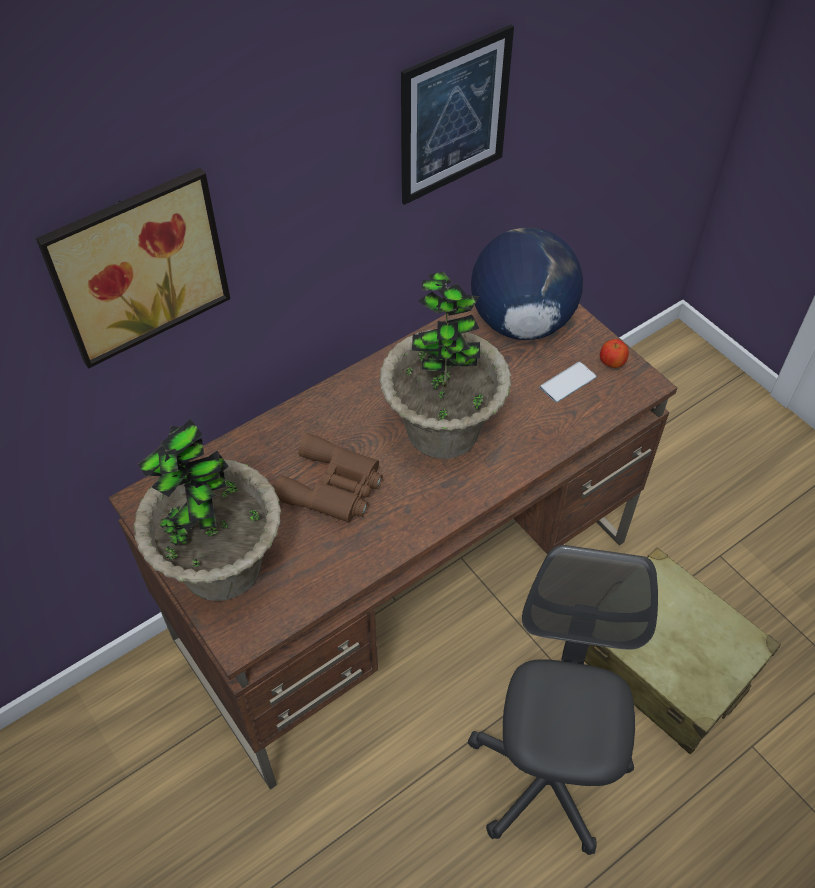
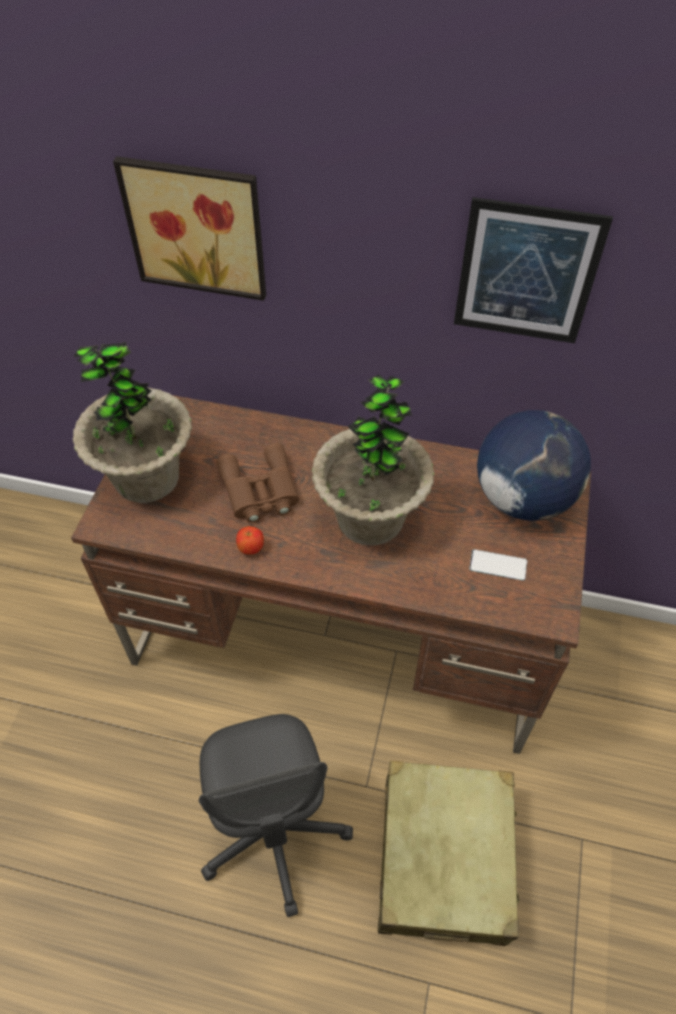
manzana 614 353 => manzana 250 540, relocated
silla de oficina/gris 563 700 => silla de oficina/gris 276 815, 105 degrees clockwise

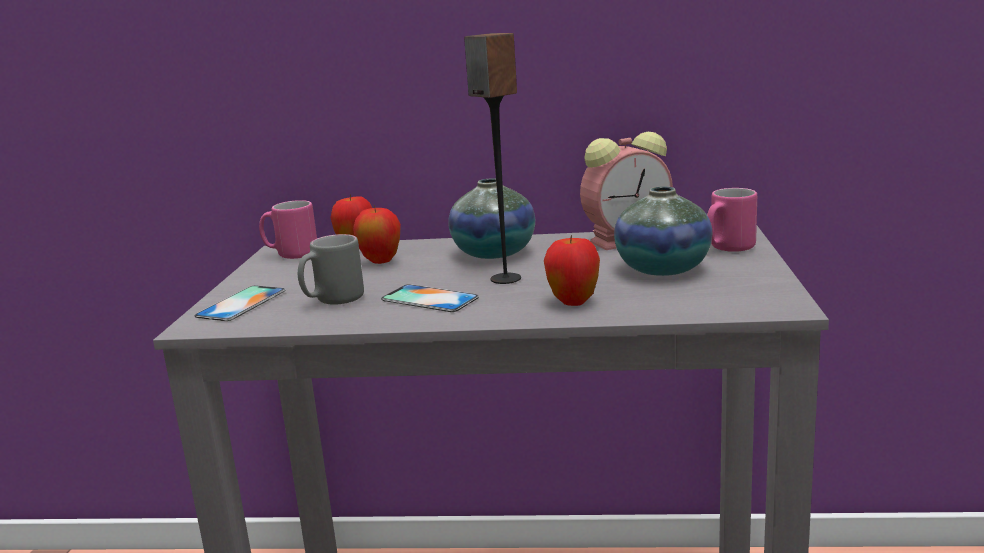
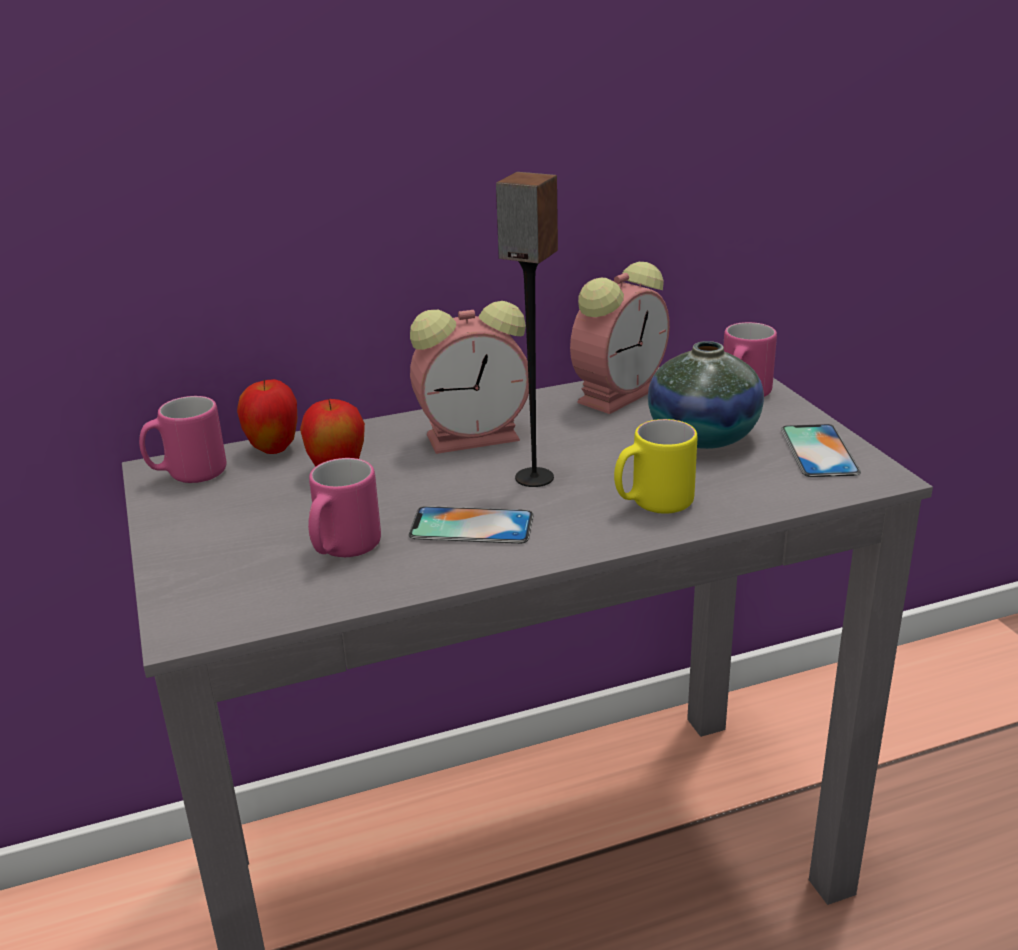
florero 491 218 => despertador 469 377
taza grande/gris 331 269 => taza grande/rosa 344 507
manzana 572 270 => taza grande/amarillo 655 466
móvil 239 303 => móvil 821 450, relocated

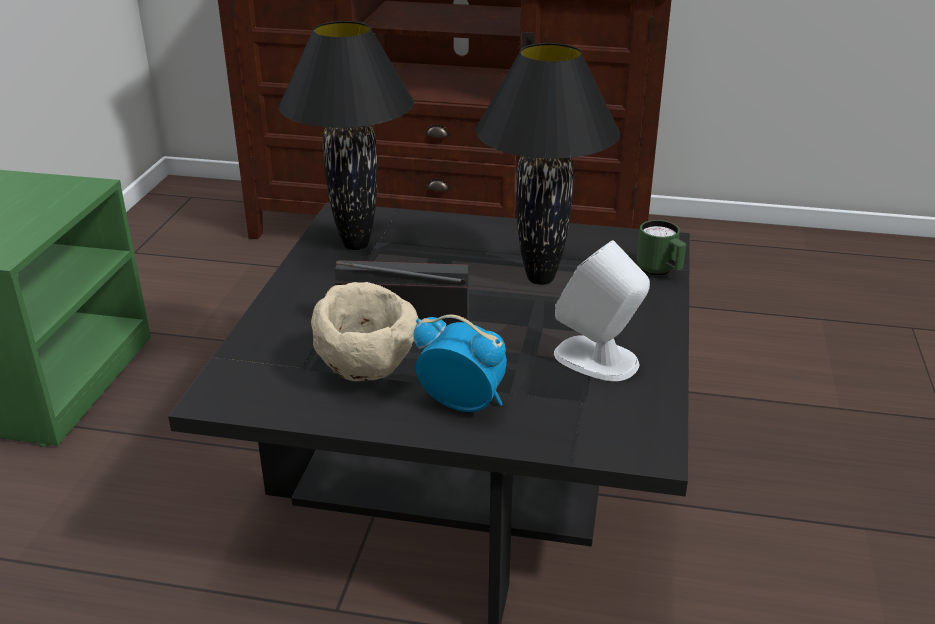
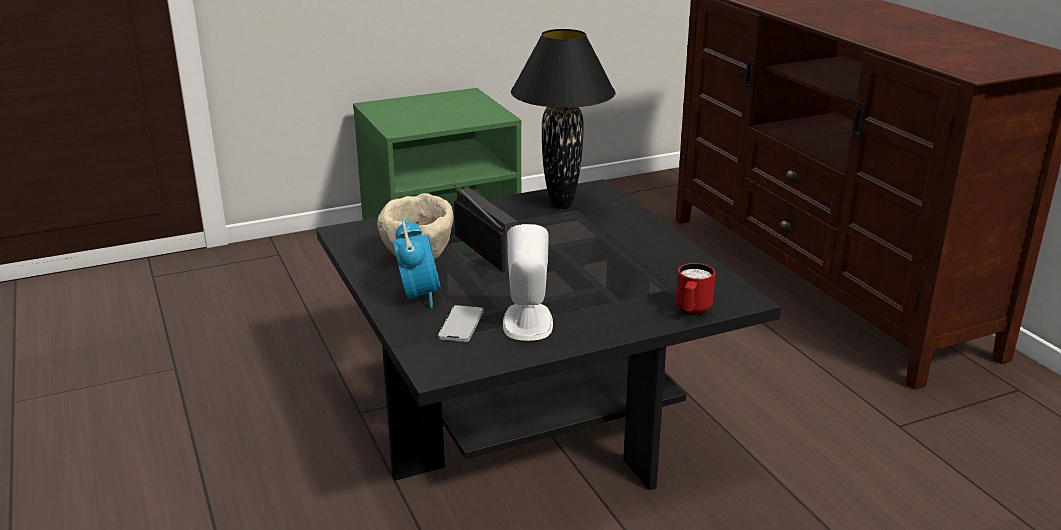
lámpara de mesa/negro 547 164 => nothing
taza grande/verde 661 248 => taza grande/rojo 696 289
nothing => móvil 461 323

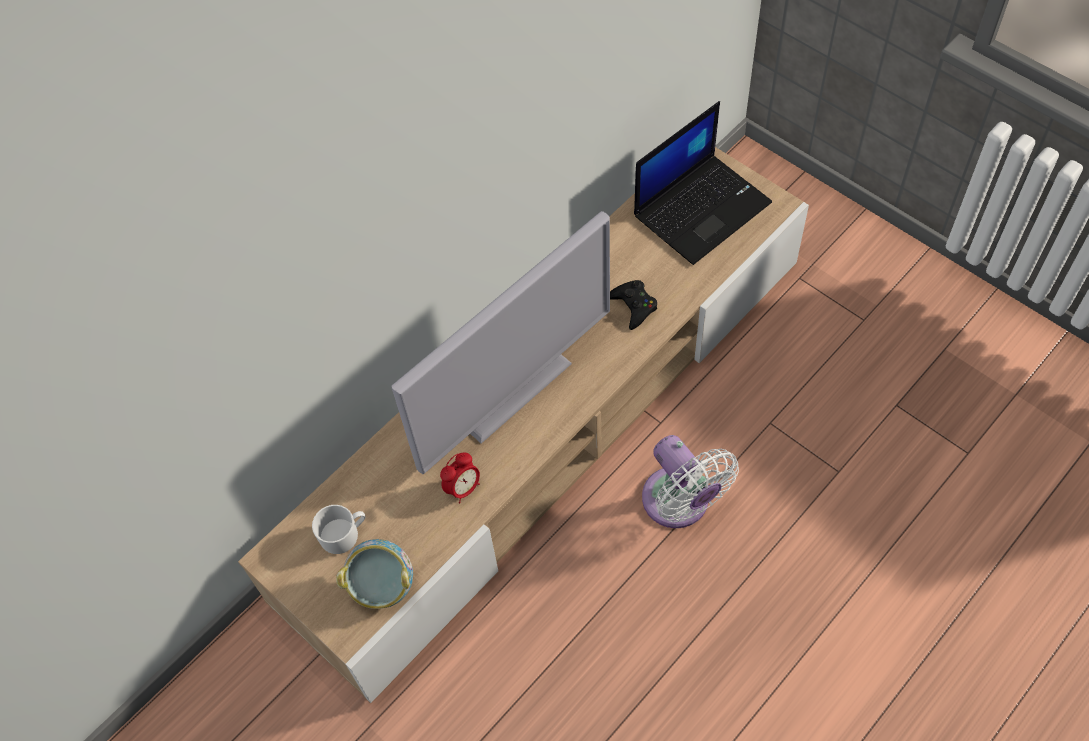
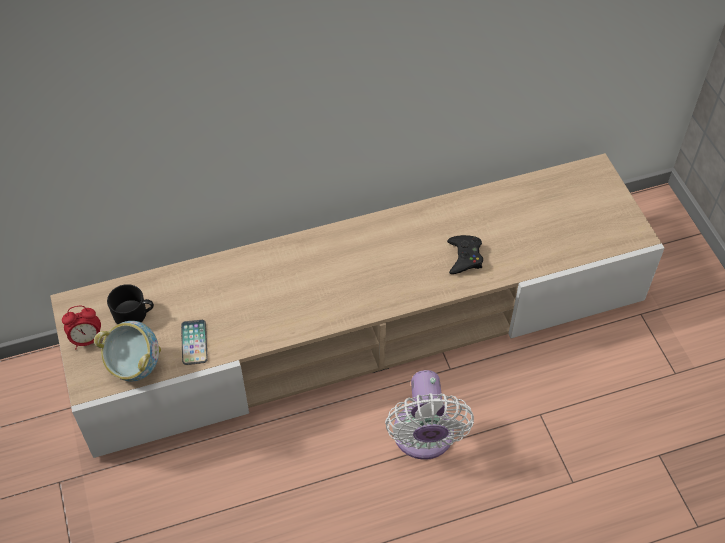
portátil 703 183 => nothing
televisor 500 342 => nothing
despertador 460 477 => despertador 81 328, relocated
taza grande/blanco 338 529 => taza grande/negro 130 304
nothing => móvil 194 342

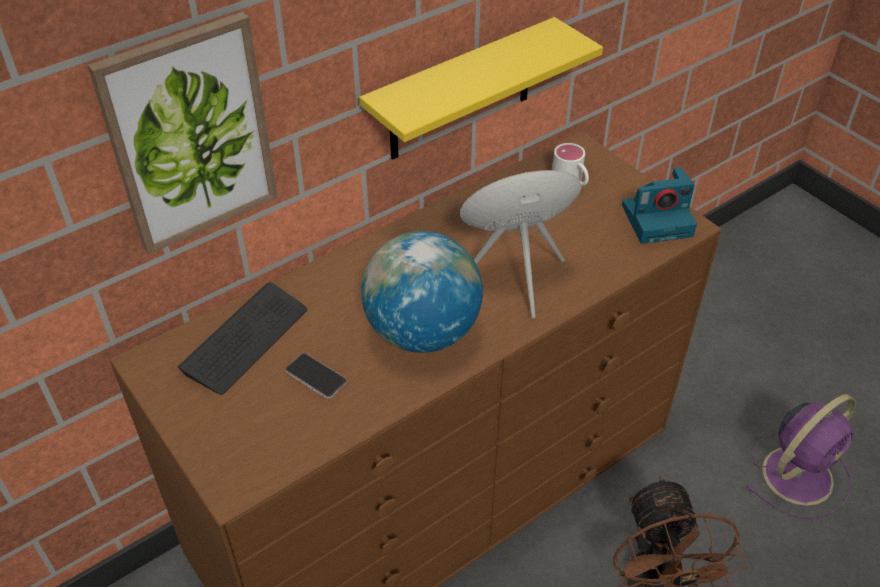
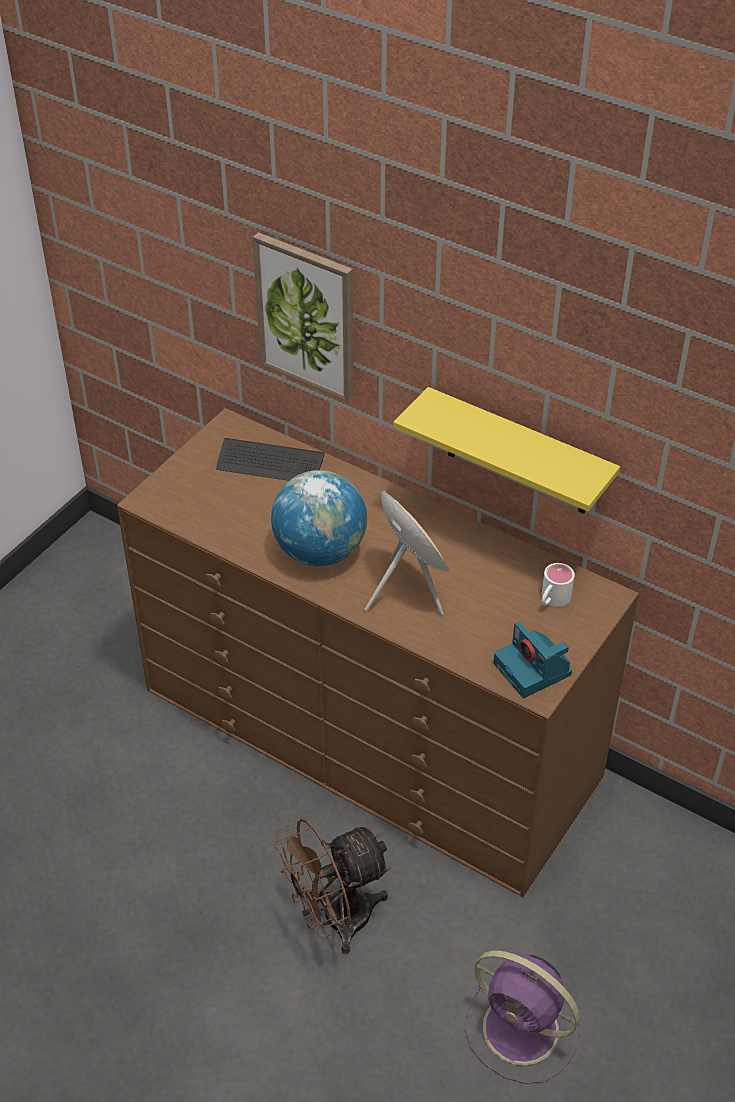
móvil 316 376 => nothing

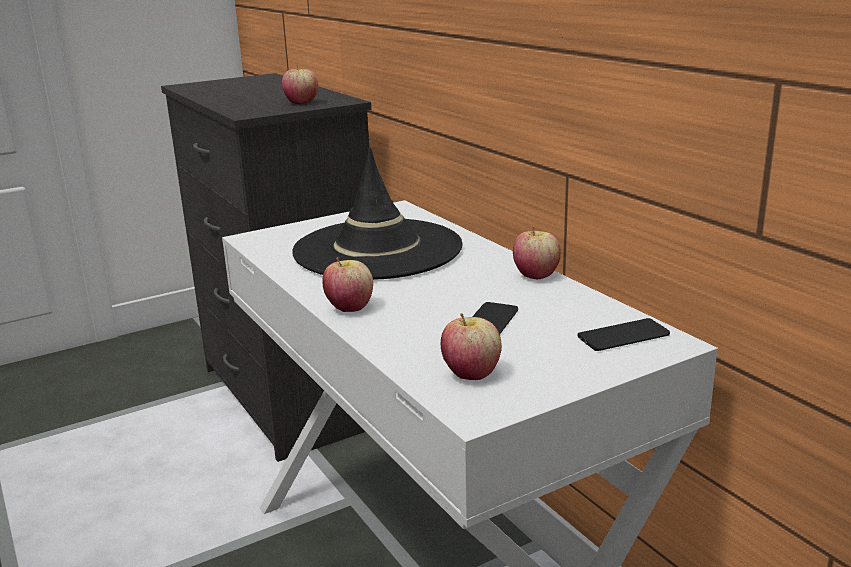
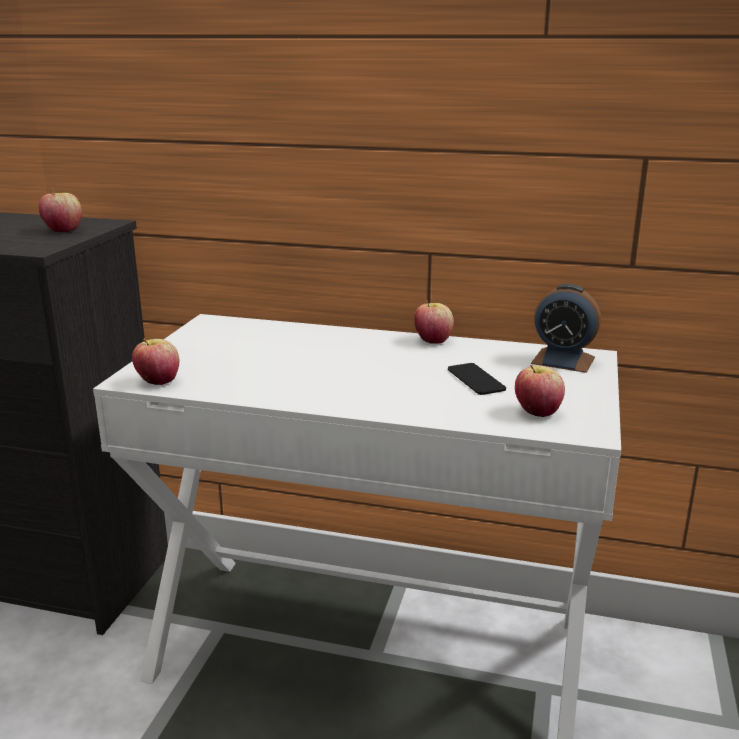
sombrero/negro 377 213 => nothing
manzana 347 284 => manzana 155 362, relocated
móvil 623 334 => despertador 566 328

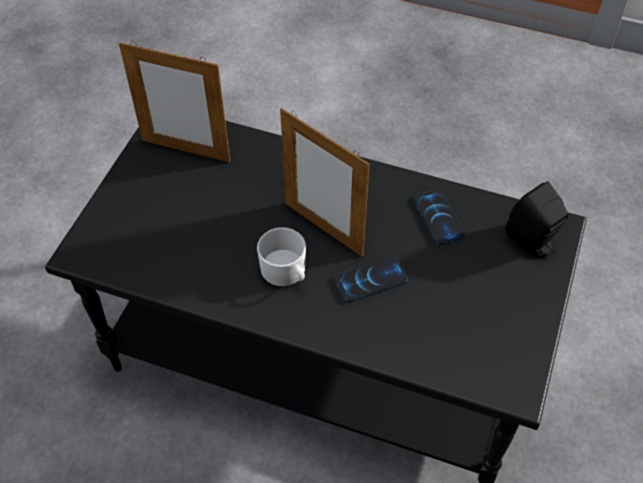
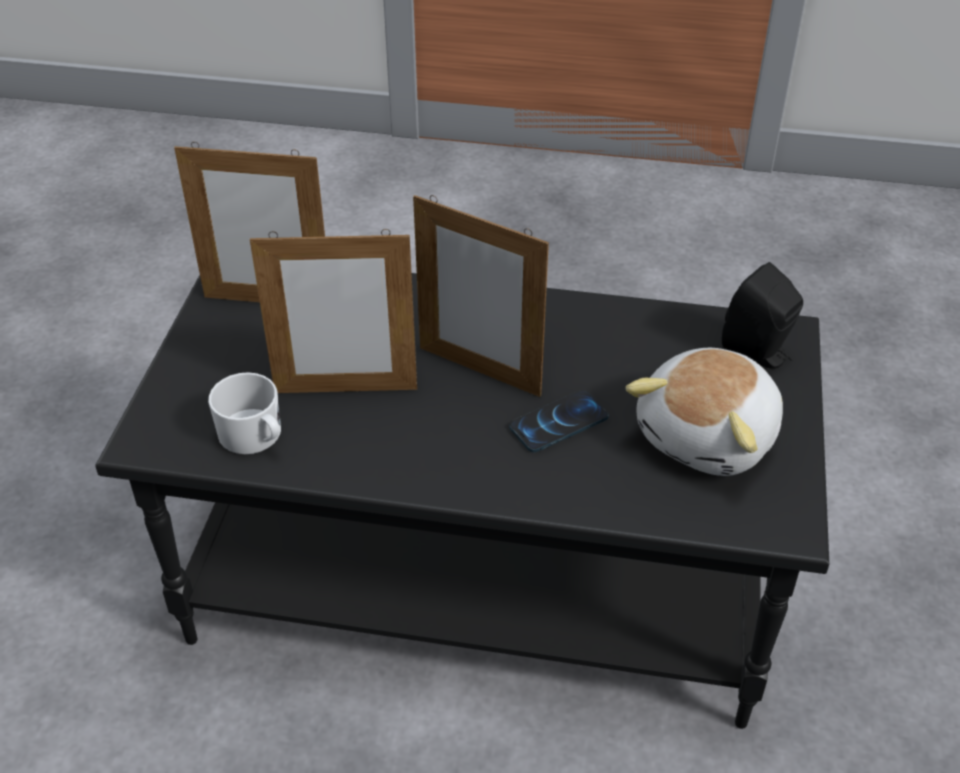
móvil 440 217 => nothing
taza grande/blanco 281 256 => taza grande/blanco 244 413, relocated
nothing => portarretratos 333 311
nothing => peluche 704 412

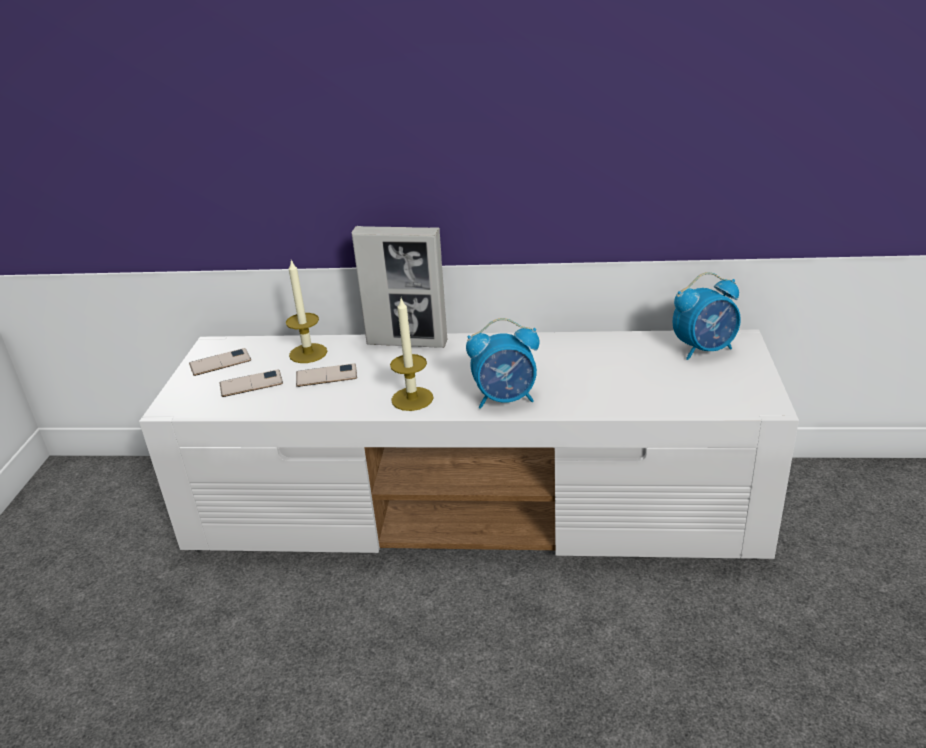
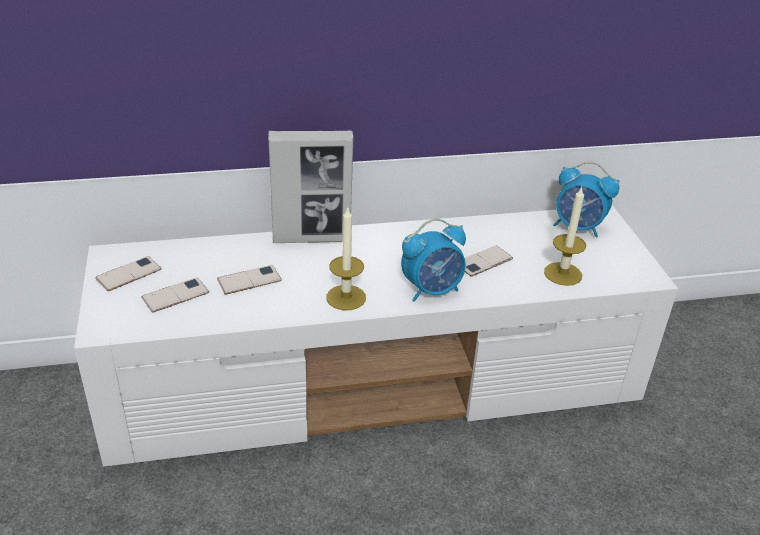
vela 306 311 => vela 565 236, relocated
despertador 706 316 => despertador 586 200, 60 degrees clockwise
nothing => móvil 489 261

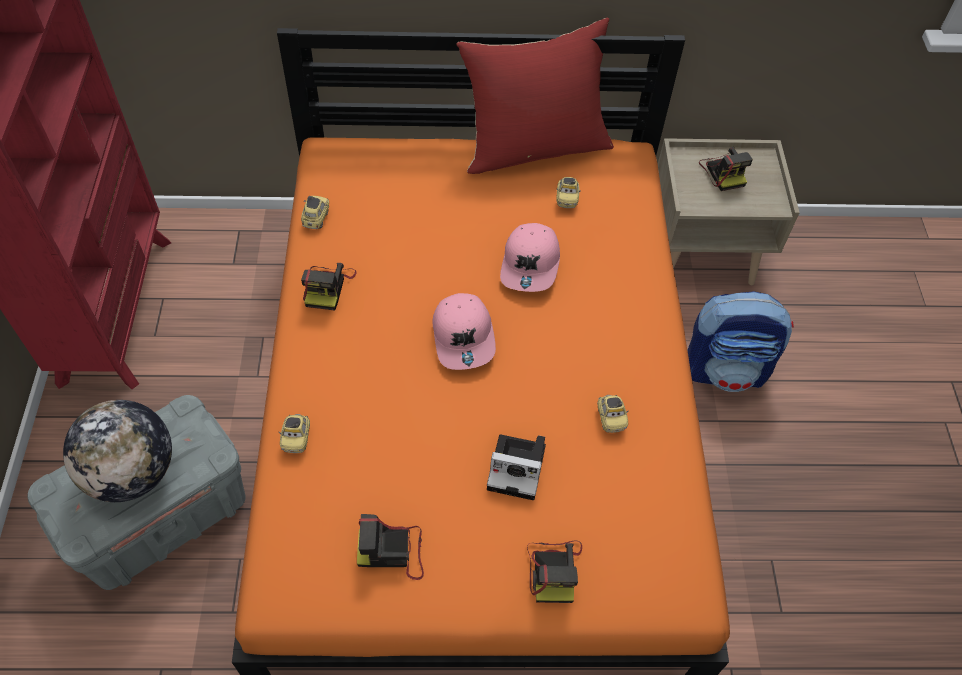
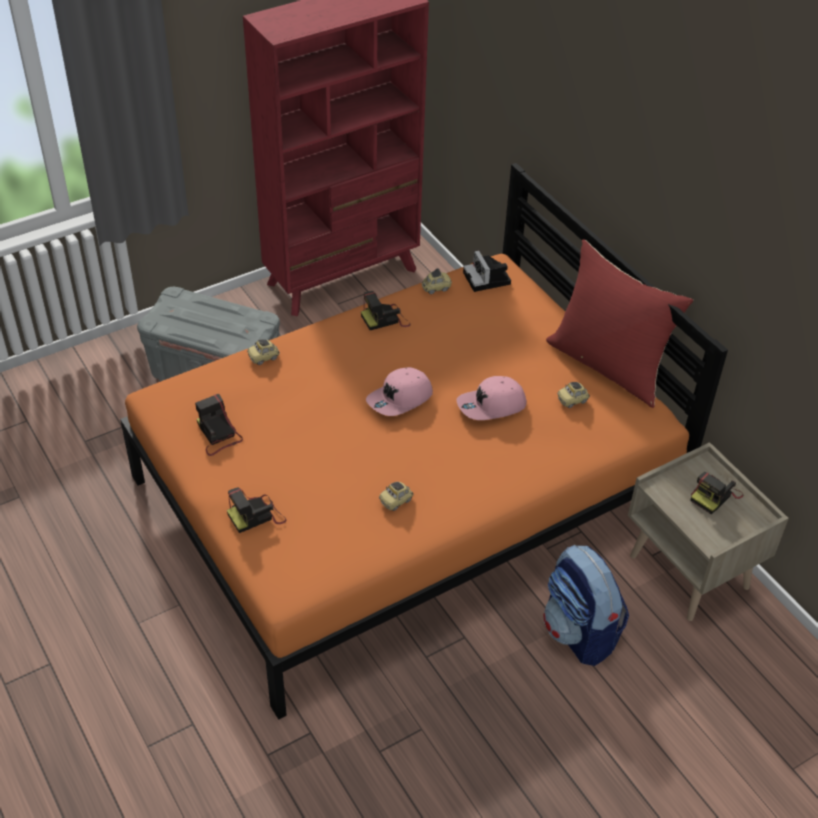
globo terráqueo 117 451 => nothing
cámara 516 467 => cámara 487 271, relocated

